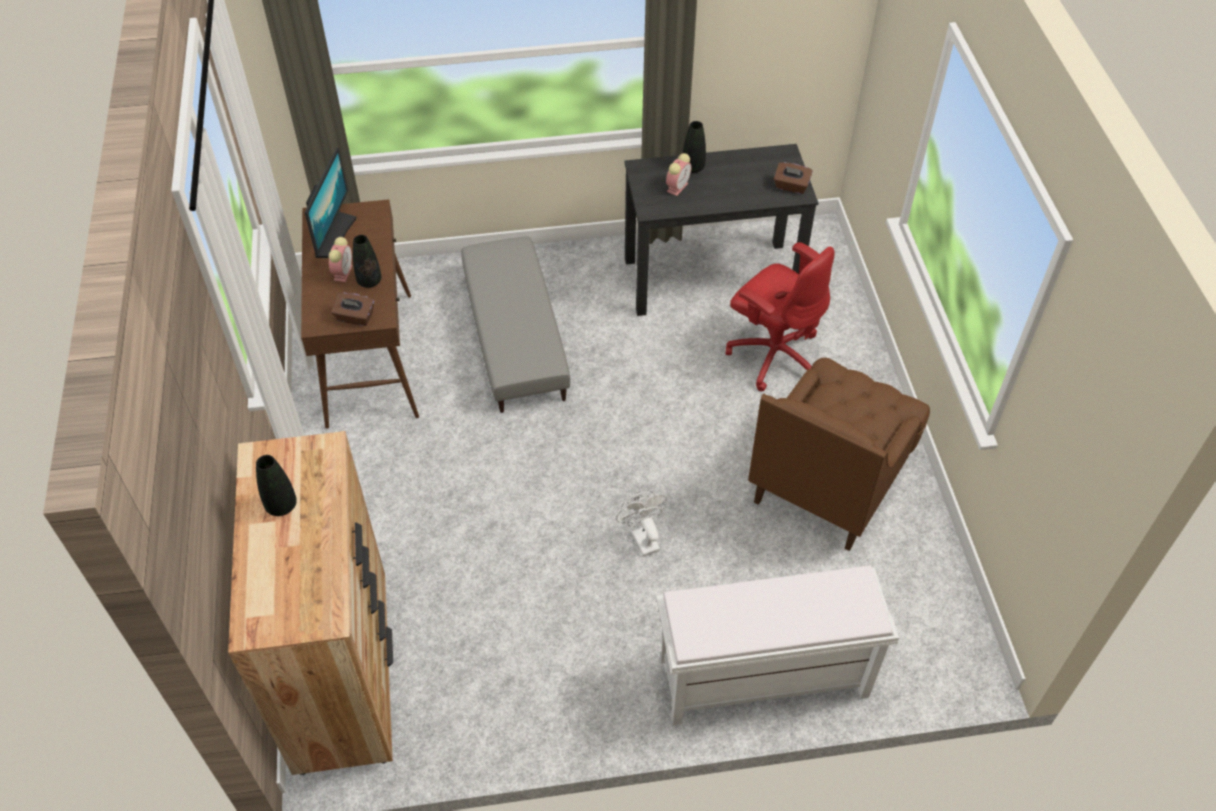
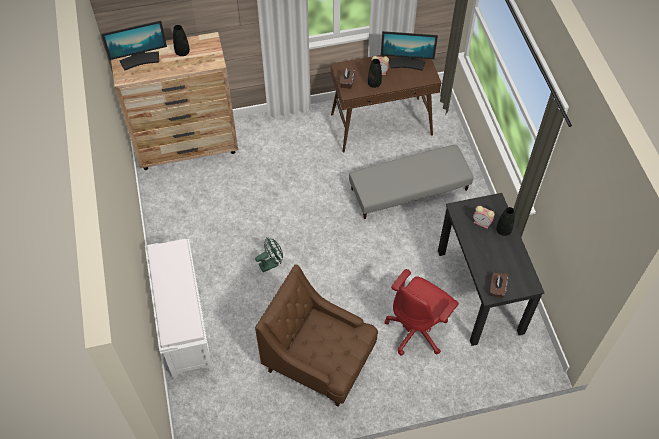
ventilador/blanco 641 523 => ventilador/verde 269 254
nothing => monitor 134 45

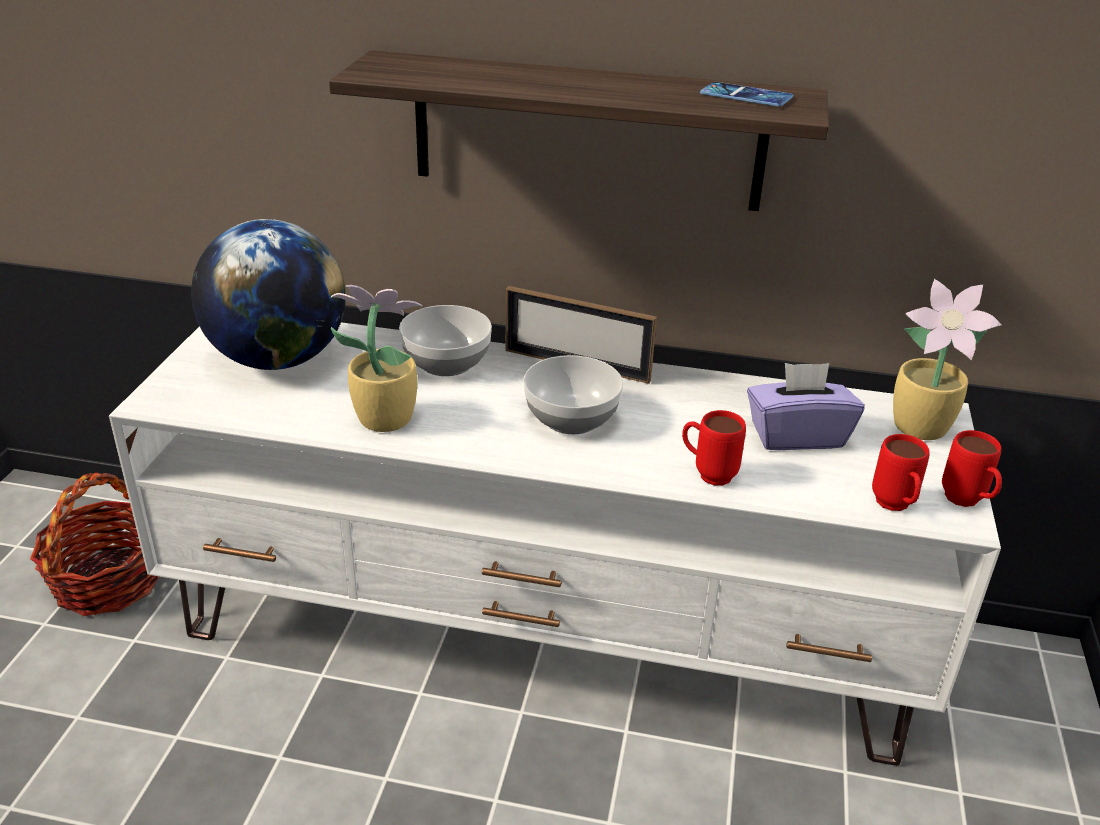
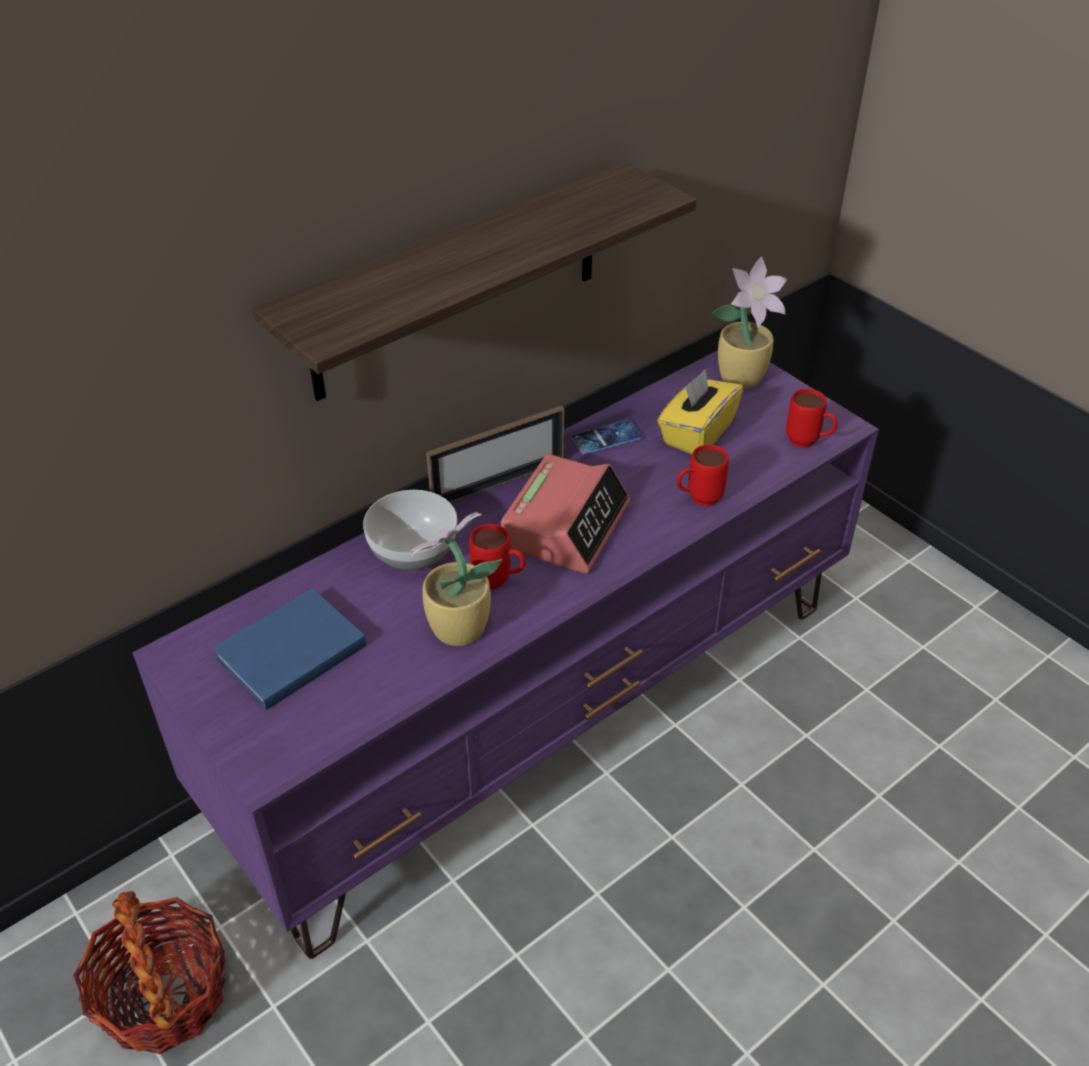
móvil 746 94 => móvil 607 437, relocated
globo terráqueo 268 294 => libro/azul 289 649
mueble de televisión/blanco 555 544 => mueble de televisión/morado 505 654
cuenco 573 394 => despertador 565 513
caja de pañuelos/morado 806 406 => caja de pañuelos/amarillo 700 411
taza grande/rojo 972 468 => taza grande/rojo 497 556, relocated

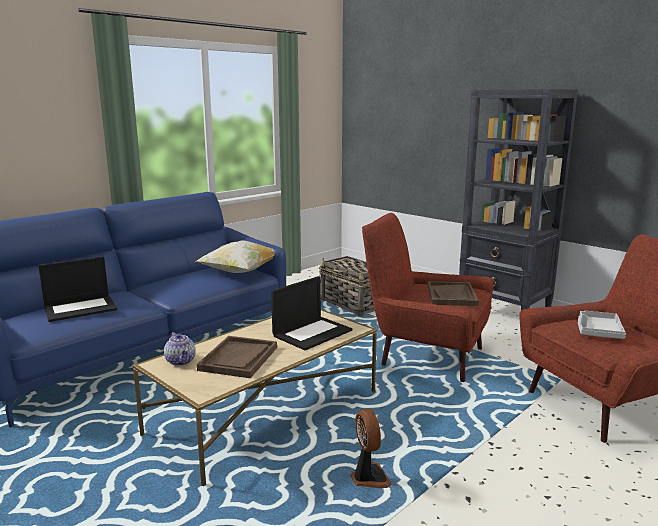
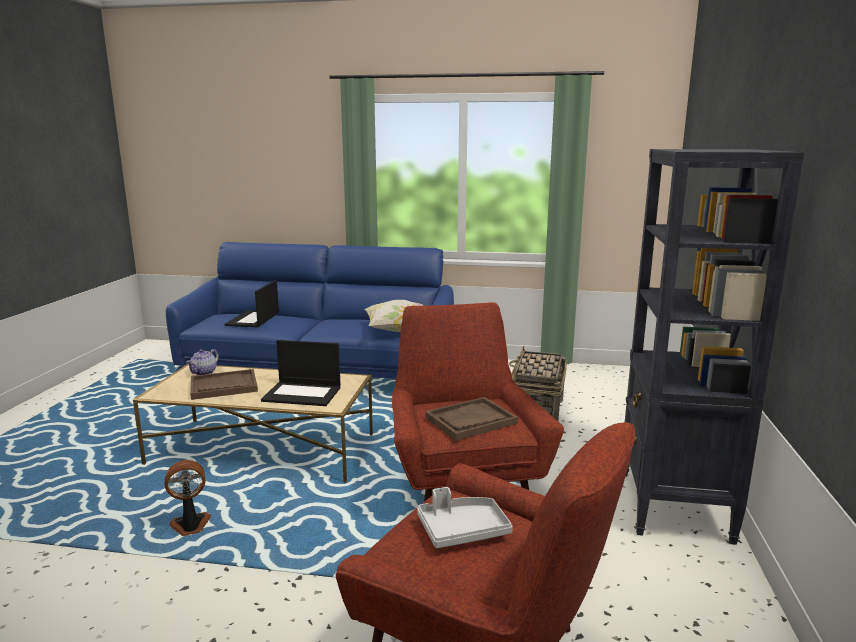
portátil 77 289 => portátil 252 303, 75 degrees clockwise
ventilador 371 448 => ventilador 188 498, 150 degrees counterclockwise

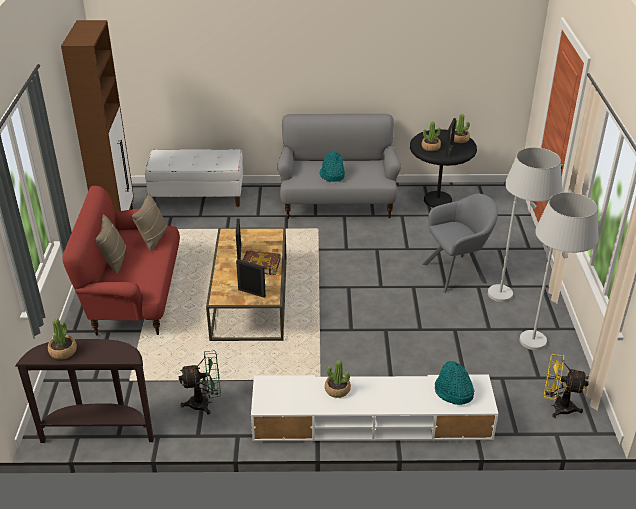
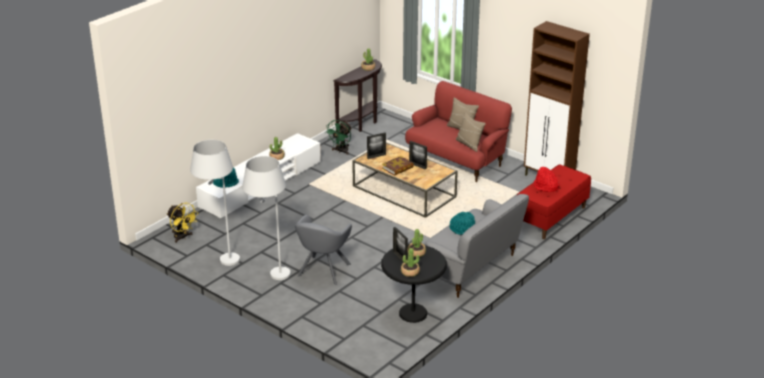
banco/blanco 194 178 => banco/rojo 553 201
ventilador/amarillo 566 386 => ventilador/amarillo 182 223, 75 degrees clockwise
nothing => sombrero/rojo 546 179

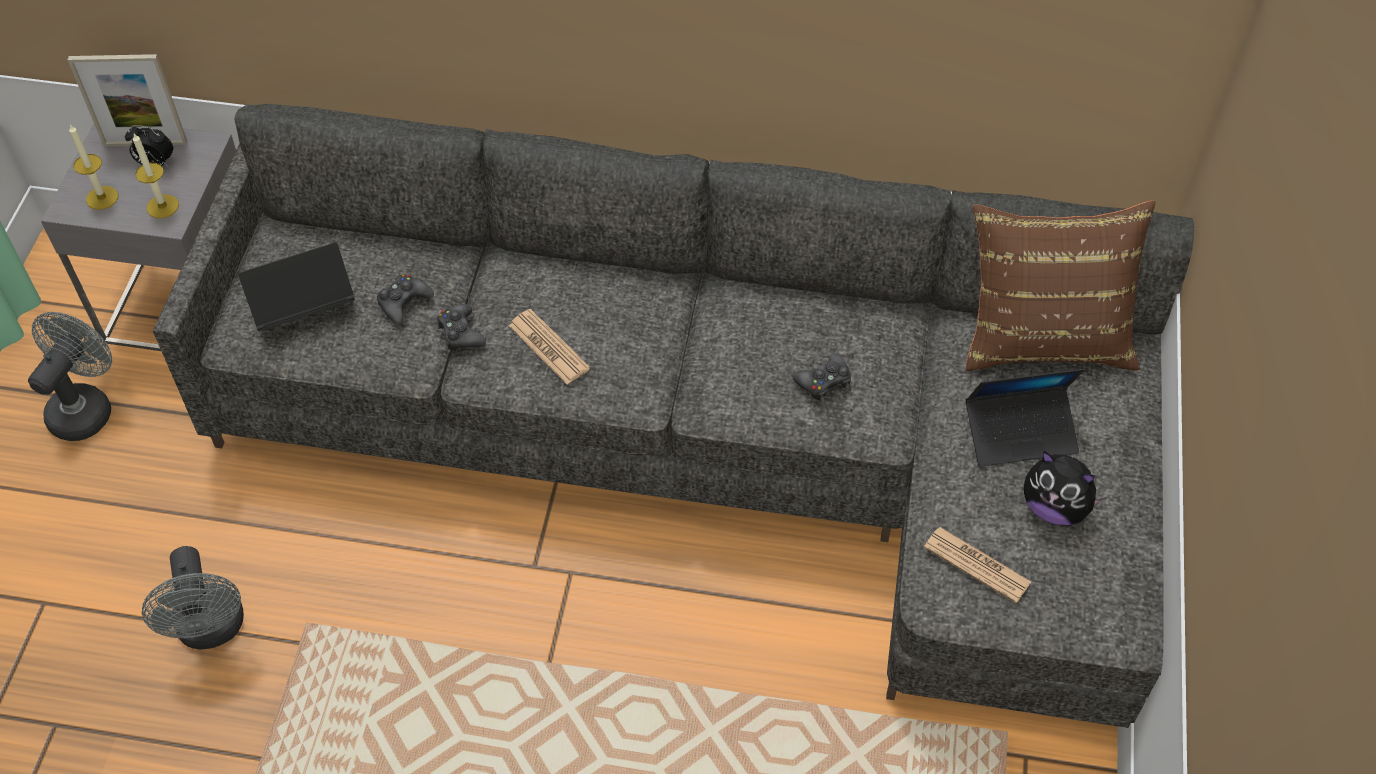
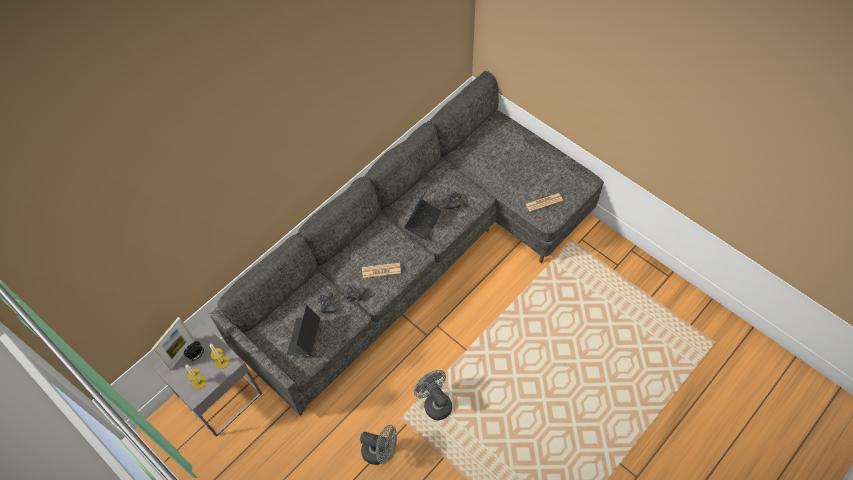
cojín/marrón 1060 286 => nothing
ventilador/gris 70 376 => ventilador/gris 433 395, relocated
portátil 1025 418 => portátil 423 214, relocated
peluche 1065 488 => nothing

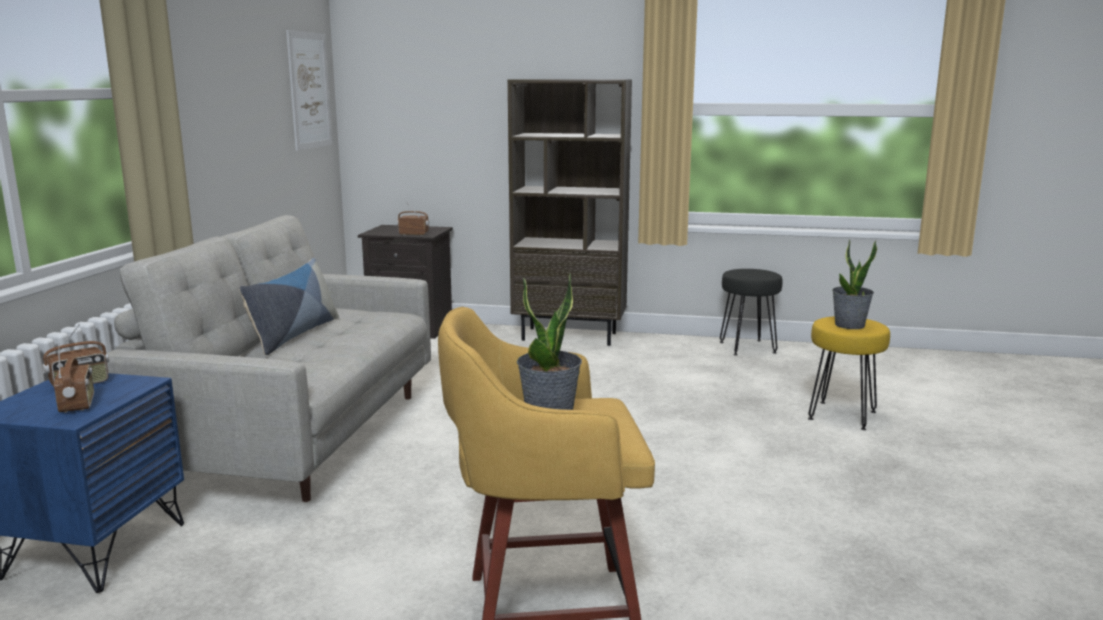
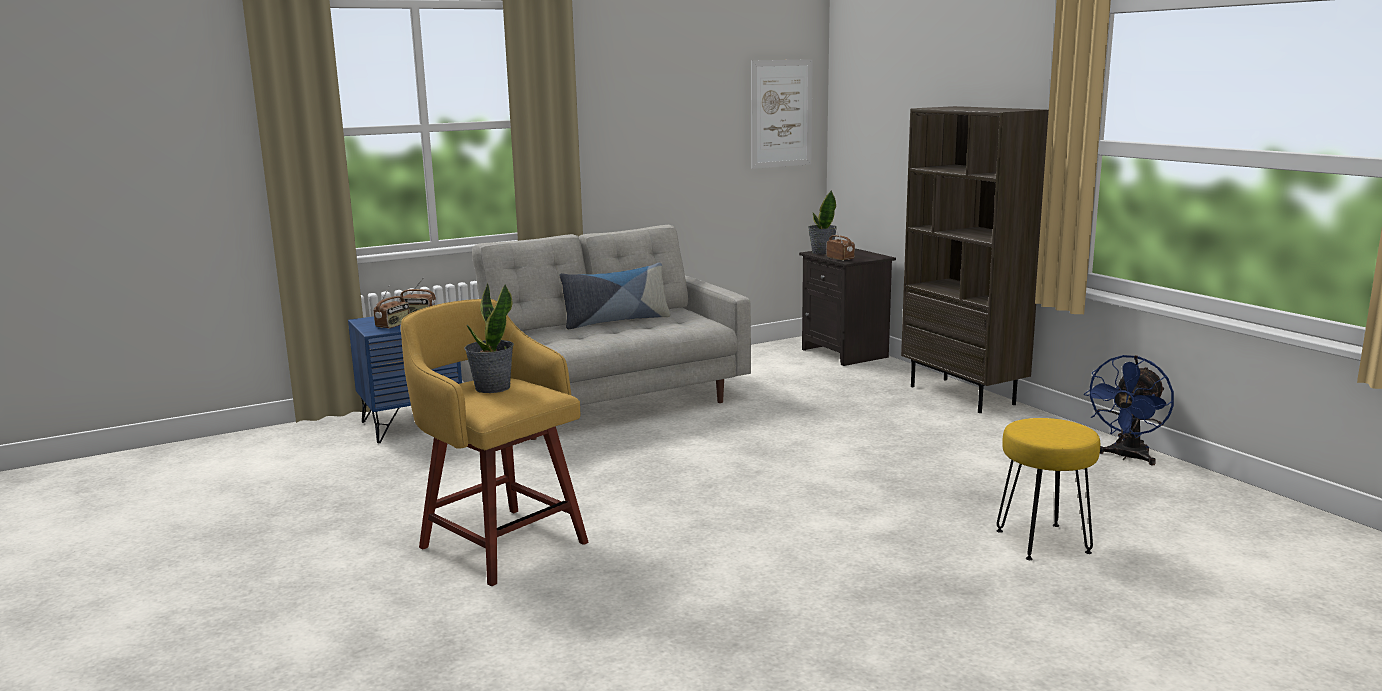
planta en maceta 854 284 => planta en maceta 822 222, relocated
taburete/negro 751 312 => ventilador/azul 1129 410

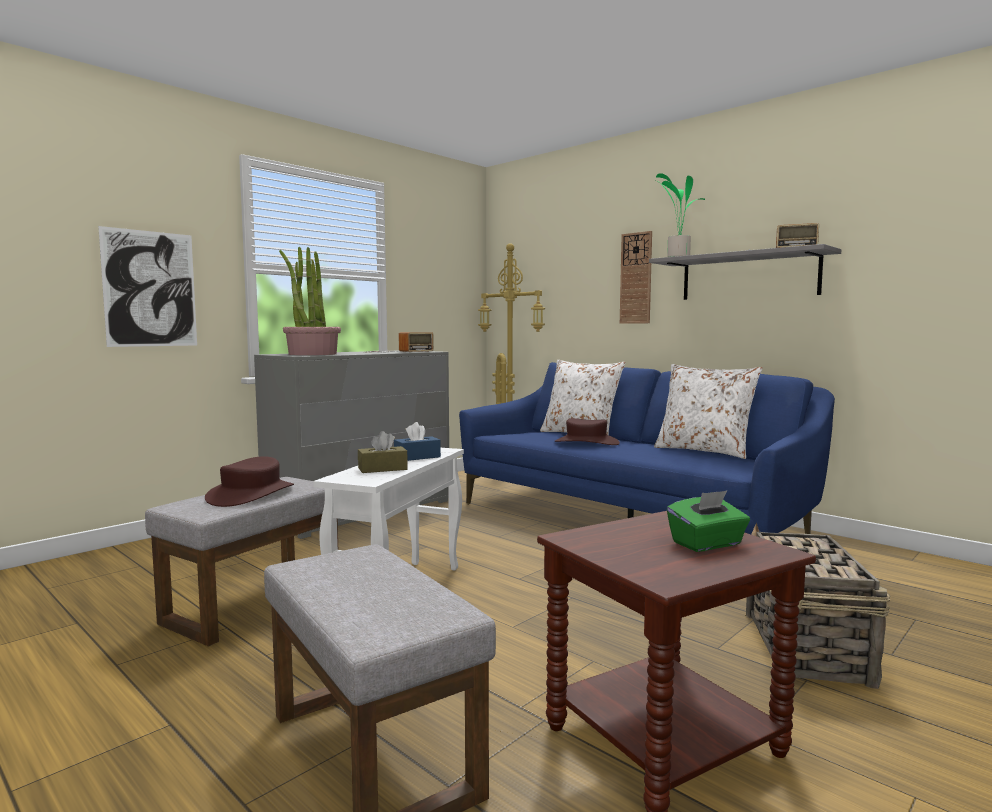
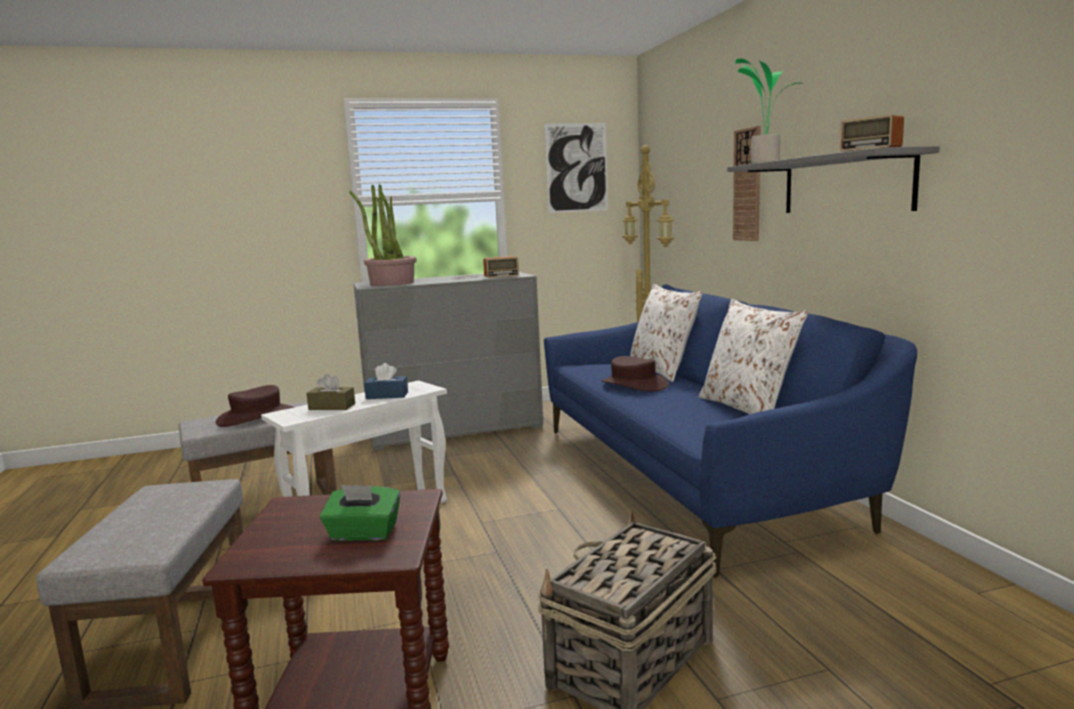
cuadro 147 286 => cuadro 576 168, relocated

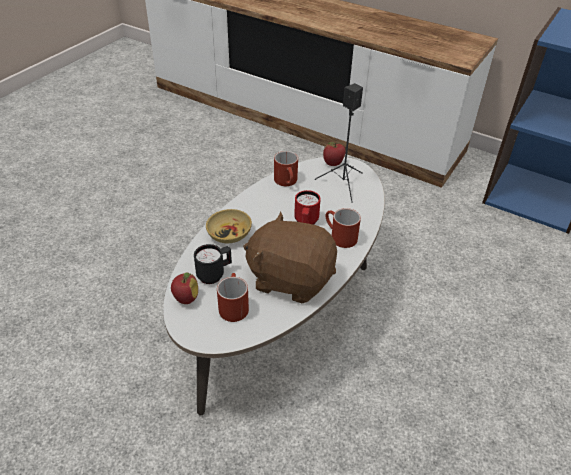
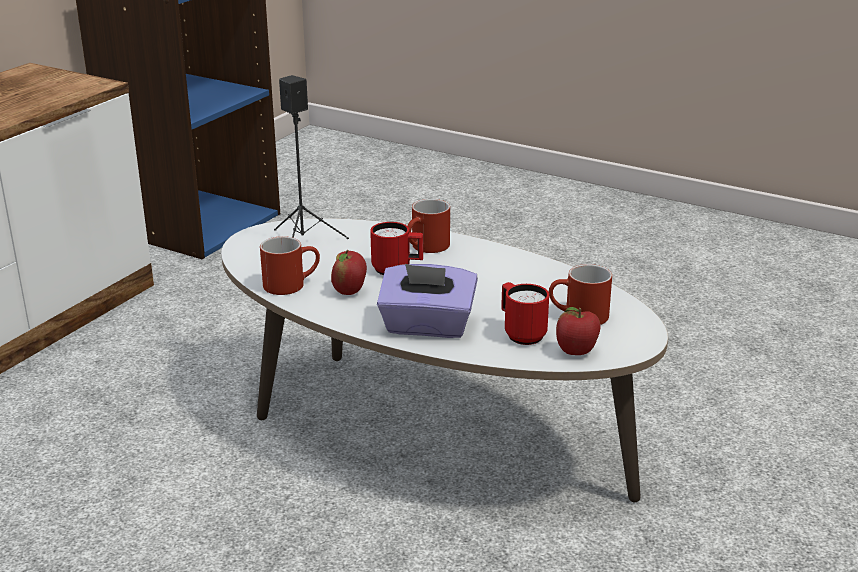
manzana 334 154 => manzana 349 272, relocated
cuenco/beis 229 226 => caja de pañuelos/morado 427 301
peluche/marrón 290 257 => nothing
taza grande/negro 213 264 => taza grande/rojo 525 313

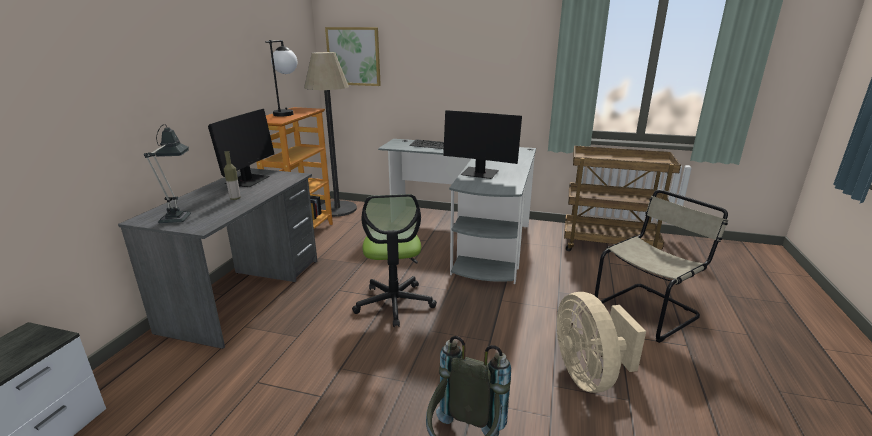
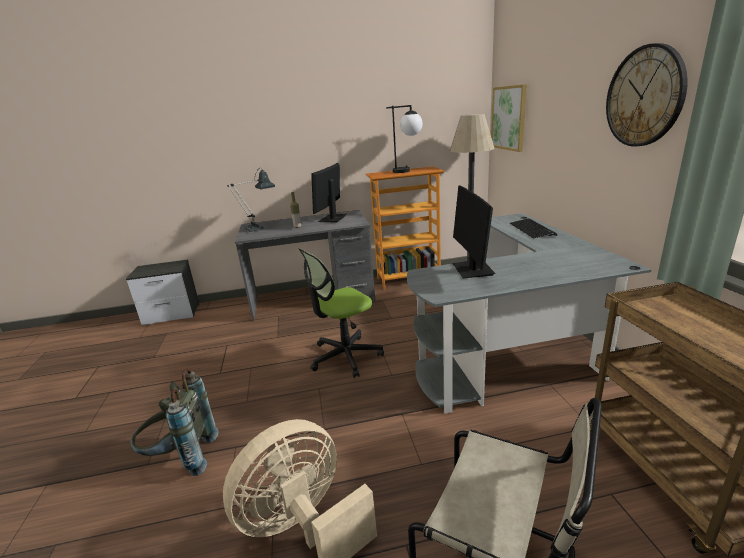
monitor 241 148 => monitor 328 192, 120 degrees clockwise
nothing => reloj de pared 647 95

